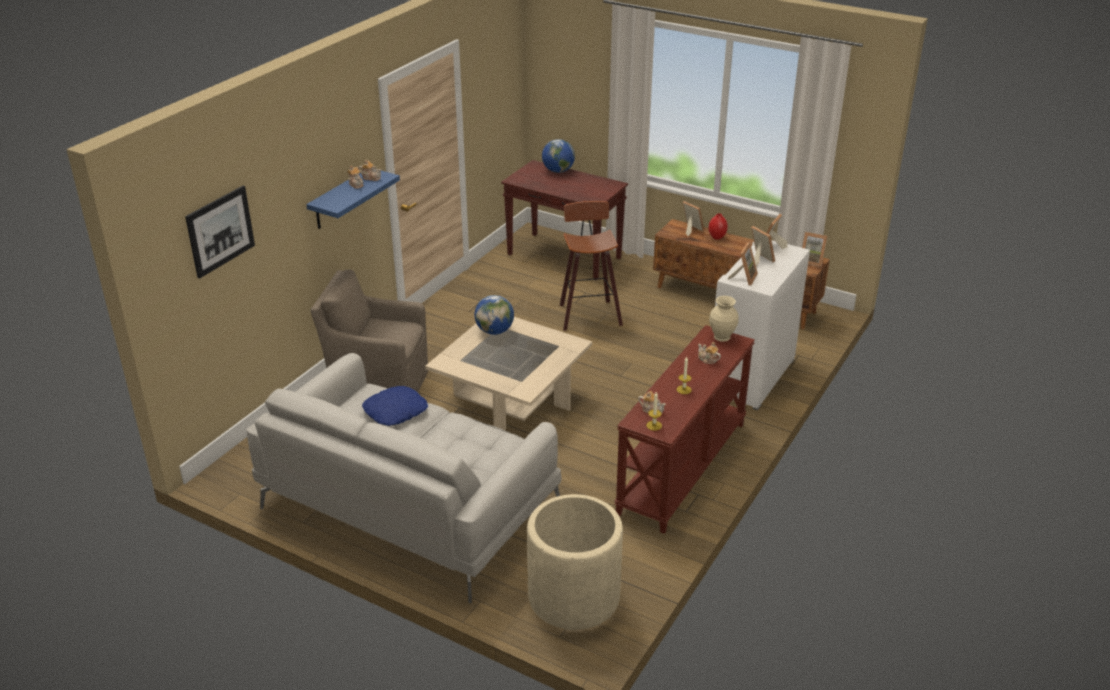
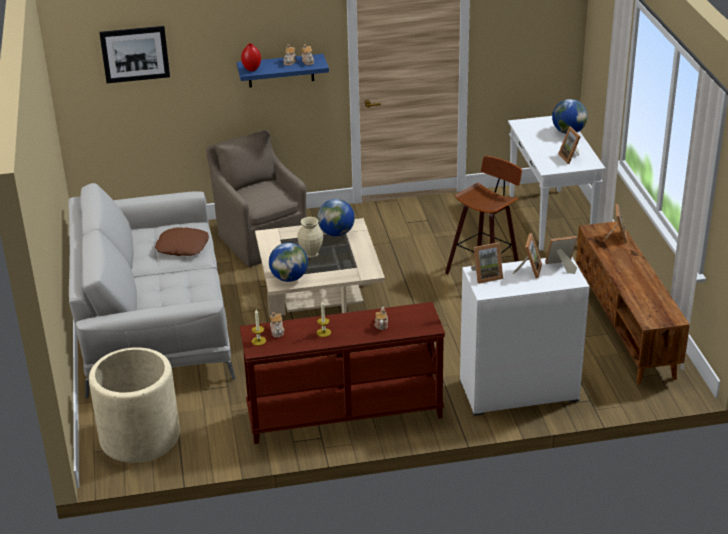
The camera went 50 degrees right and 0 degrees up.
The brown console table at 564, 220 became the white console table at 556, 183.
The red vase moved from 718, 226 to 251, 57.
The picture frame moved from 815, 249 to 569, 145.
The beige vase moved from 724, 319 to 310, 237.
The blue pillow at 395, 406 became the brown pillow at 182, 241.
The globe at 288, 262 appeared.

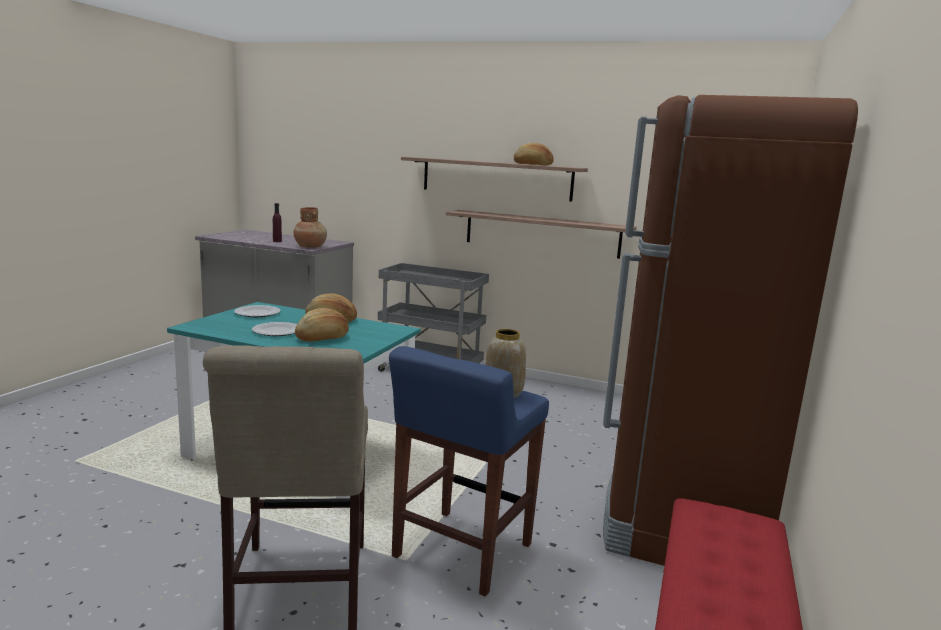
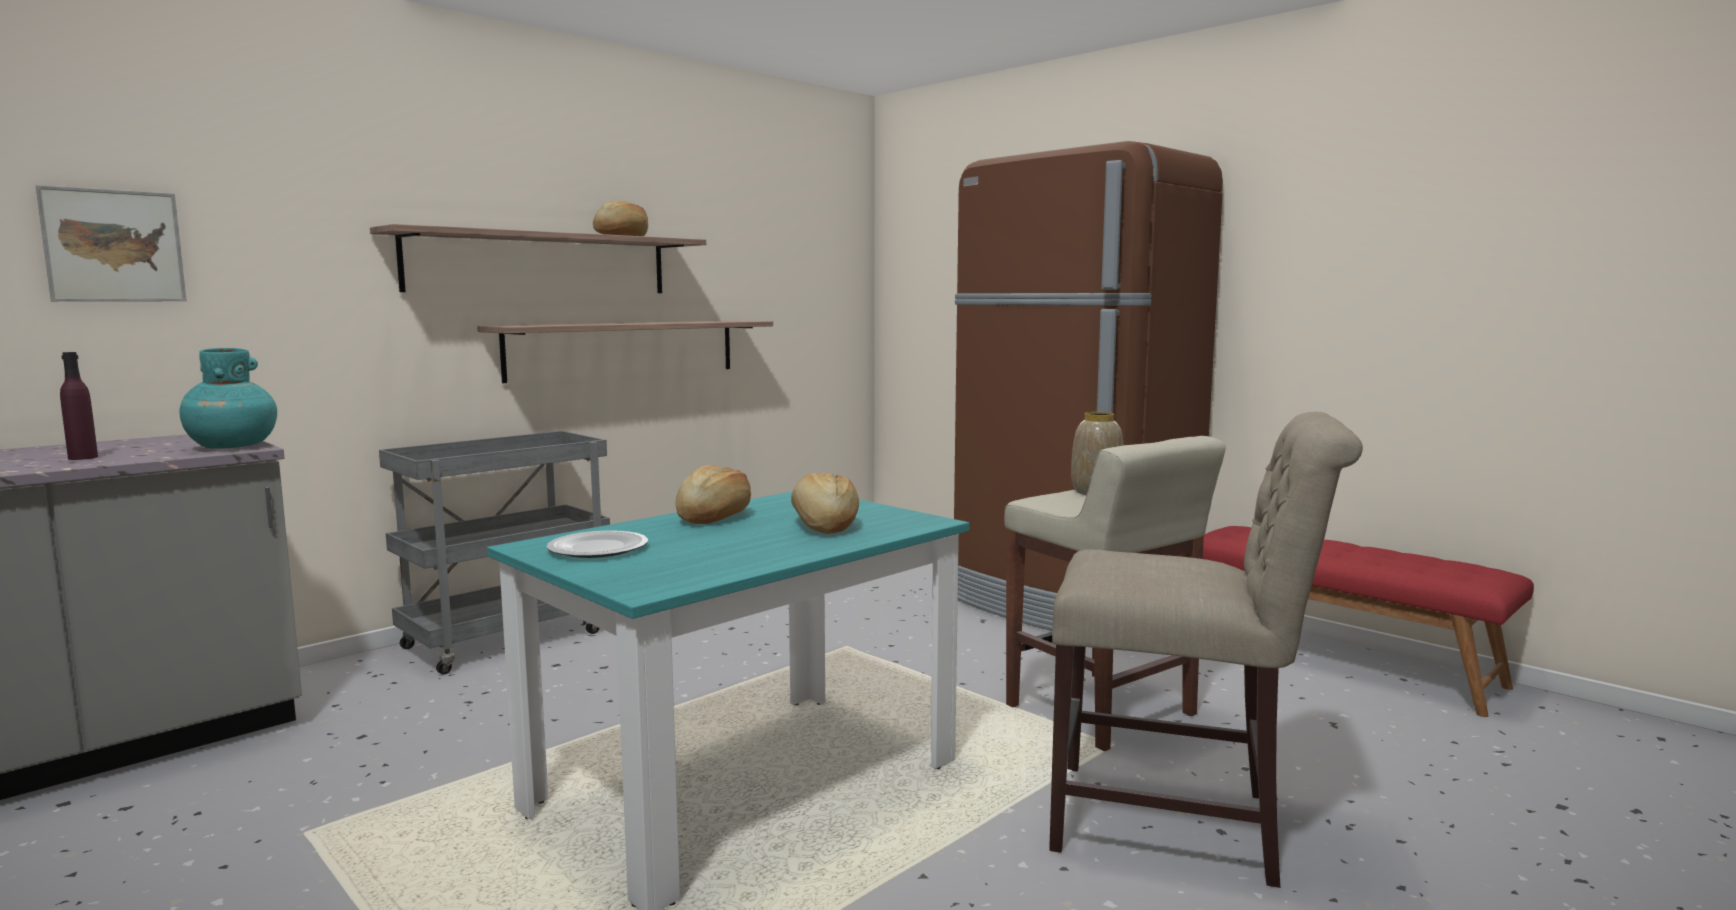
The camera went 65 degrees left and 5 degrees down.
The brown vase at 310, 227 became the turquoise vase at 228, 398.
The plate at 274, 329 disappeared.
The blue stool at 469, 471 became the beige stool at 1115, 593.
The picture at 111, 243 appeared.

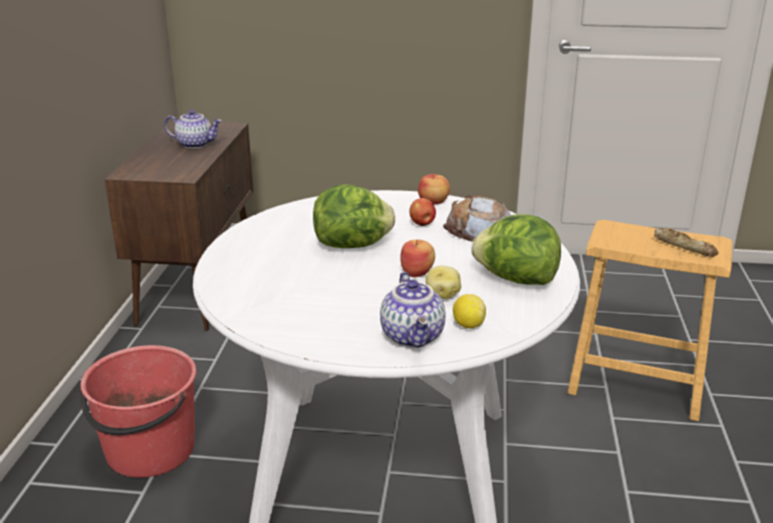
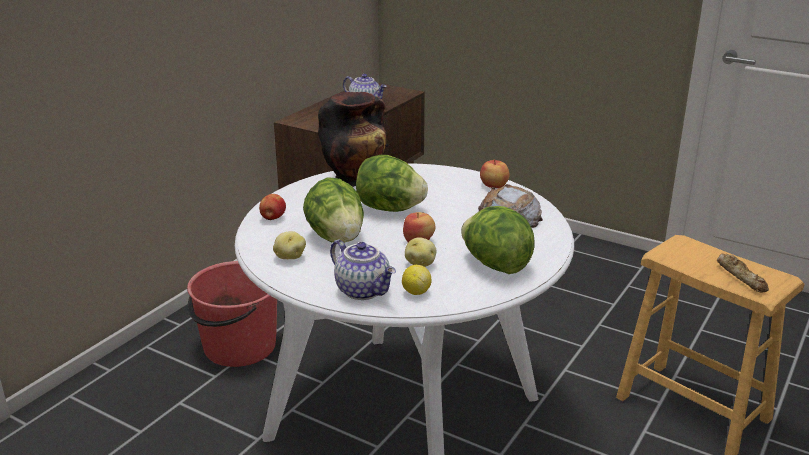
The camera went 25 degrees right and 0 degrees up.
The apple moved from 422, 212 to 272, 207.
The teapot at 412, 310 turned 60 degrees counterclockwise.
The vase at 352, 139 appeared.
The lettuce at 333, 210 appeared.
The potato at 289, 245 appeared.

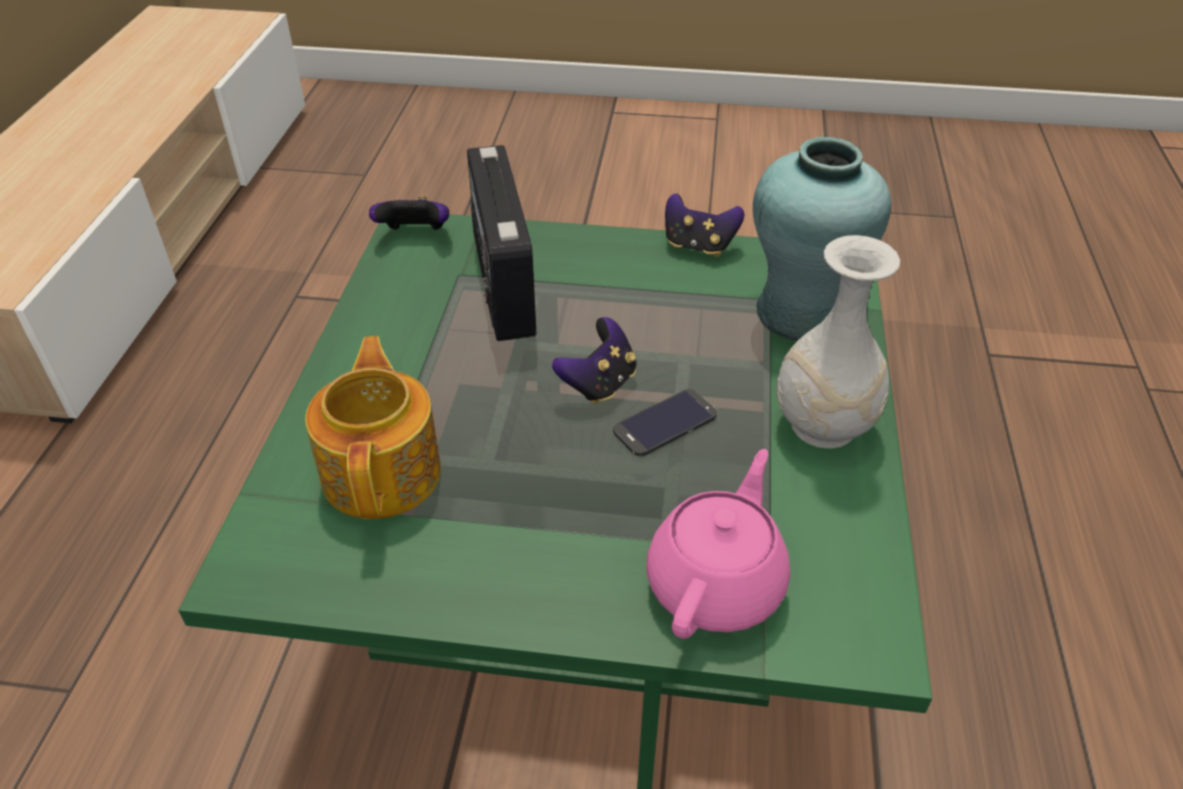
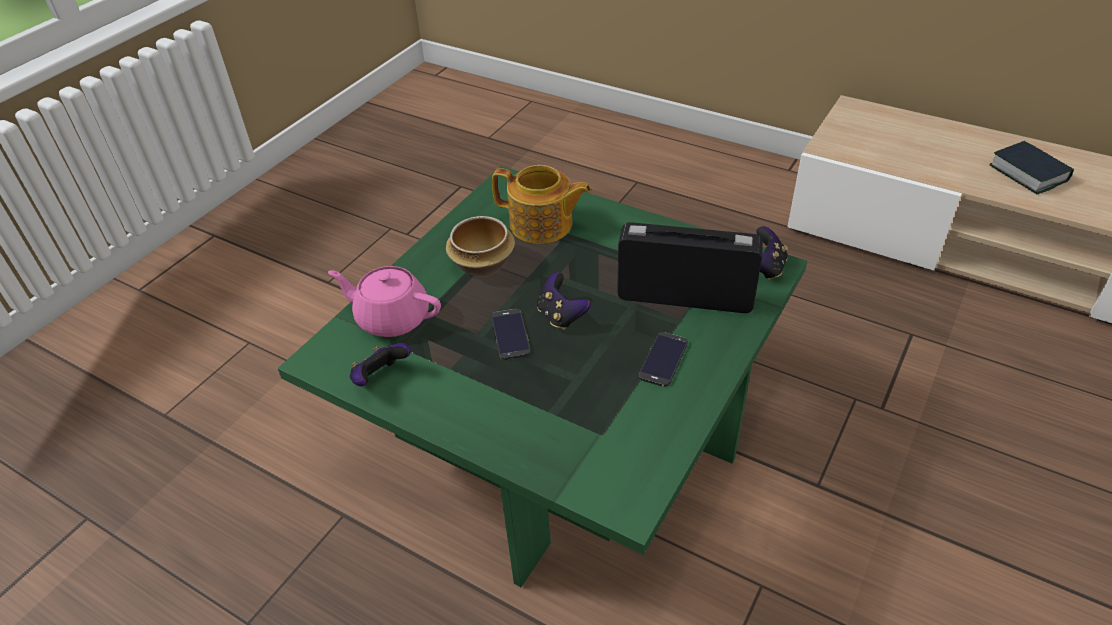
The camera went 115 degrees right and 0 degrees up.
The turquoise vase at 822, 239 disappeared.
The game controller moved from 704, 225 to 380, 364.
The white vase at 838, 342 disappeared.
The pink teapot at 718, 544 turned 150 degrees clockwise.
The book at 1031, 167 appeared.
The bowl at 480, 246 appeared.
The phone at 663, 359 appeared.

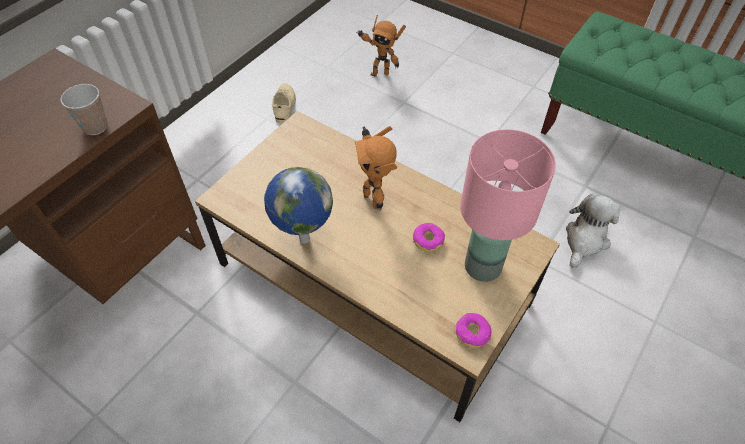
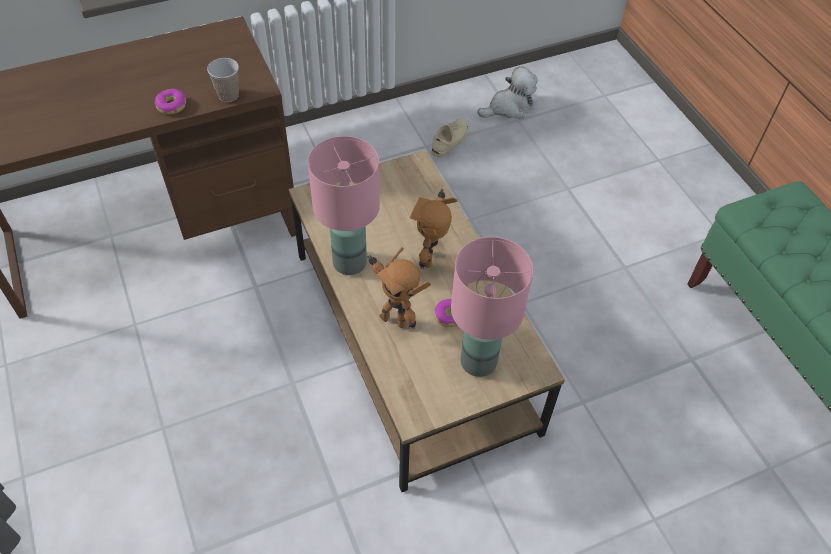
The camera went 30 degrees right and 0 degrees up.
The toy robot moved from 381, 46 to 399, 288.
The globe at 298, 205 was replaced by the pink table lamp at 344, 205.
The plush toy moved from 593, 231 to 507, 92.
The donut moved from 473, 330 to 170, 101.

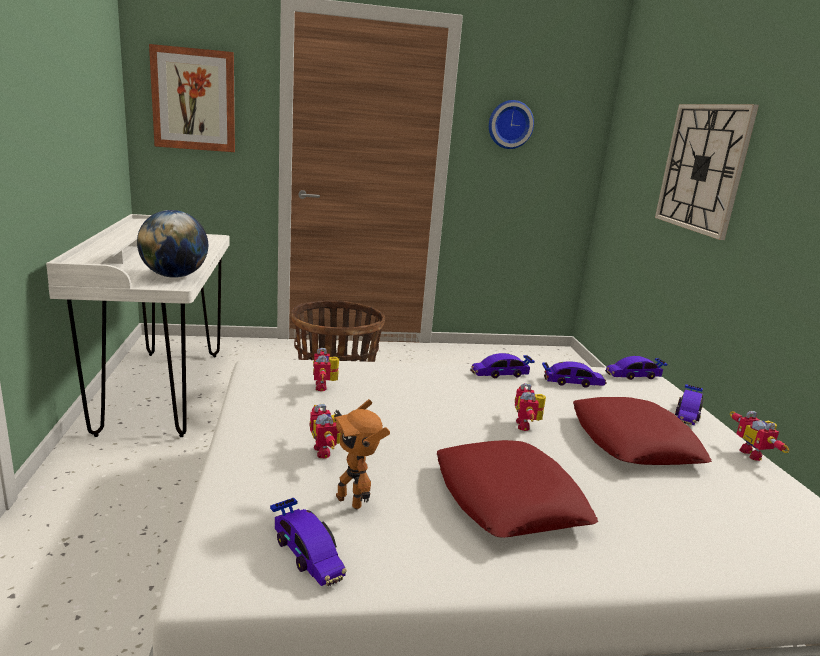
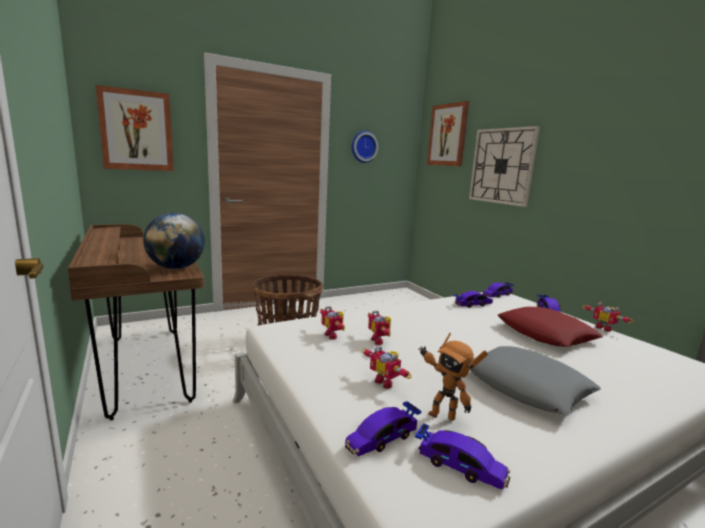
The camera went 20 degrees left and 5 degrees down.
The white desk at 138, 325 became the brown desk at 136, 322.
The toy car moved from 502, 365 to 383, 428.
The toy robot moved from 530, 407 to 379, 327.
The red pillow at 517, 489 became the grey pillow at 535, 380.
The picture at 448, 133 appeared.

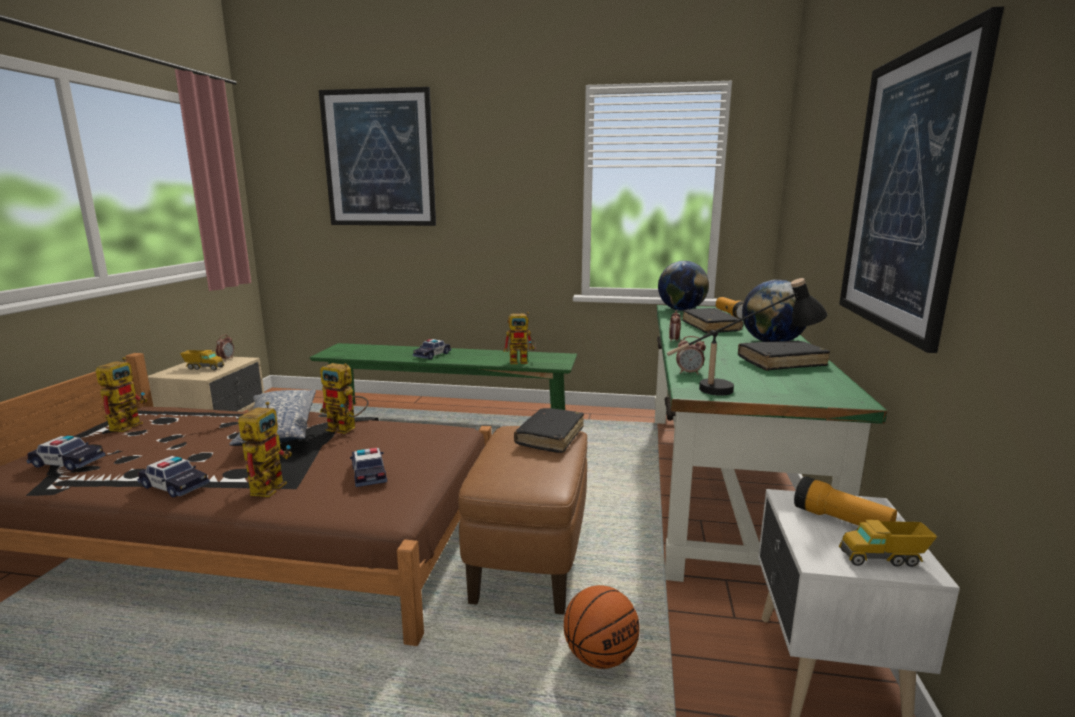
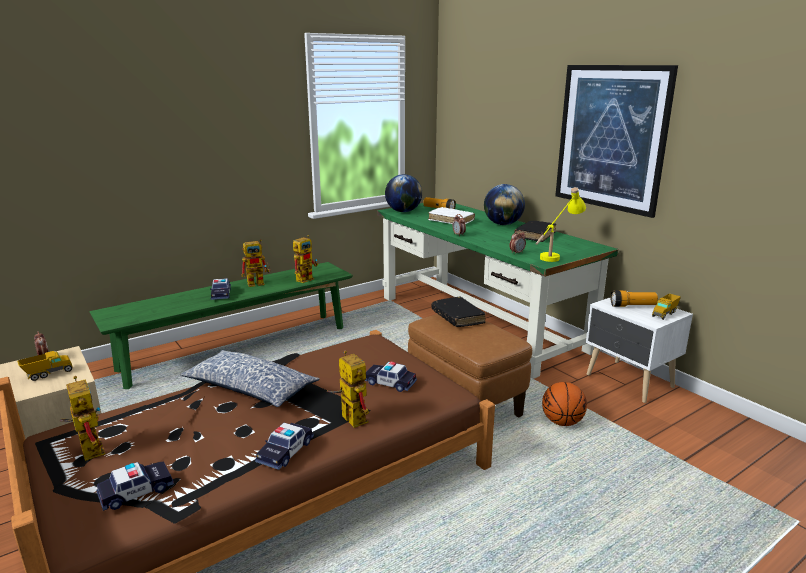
The camera went 45 degrees left and 5 degrees up.
The picture at 377, 156 disappeared.
The black table lamp at 747, 337 became the yellow table lamp at 560, 224.
The black book at 712, 320 became the white book at 451, 215.
The toy robot moved from 344, 398 to 255, 263.
The toy car at 173, 477 turned 135 degrees clockwise.

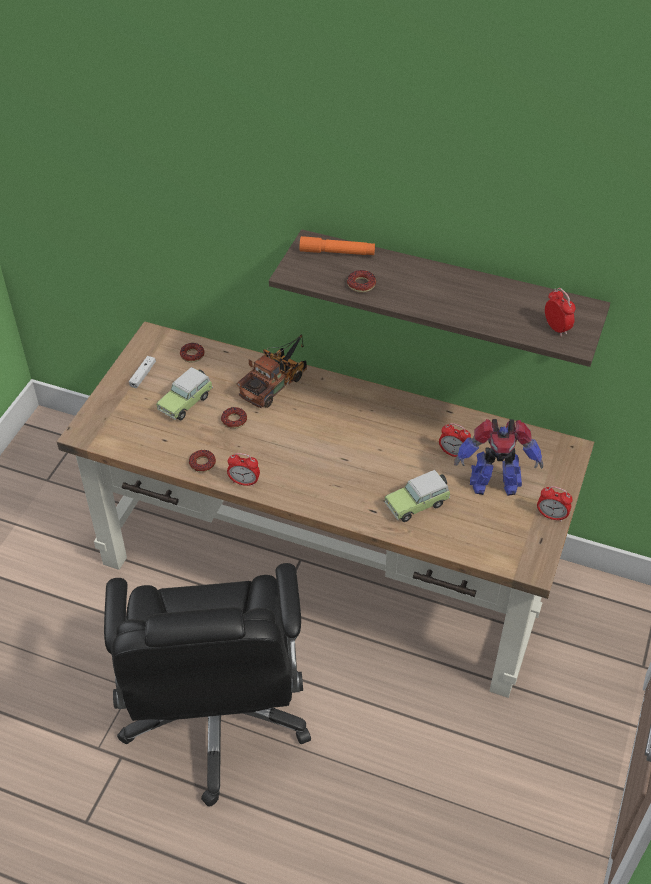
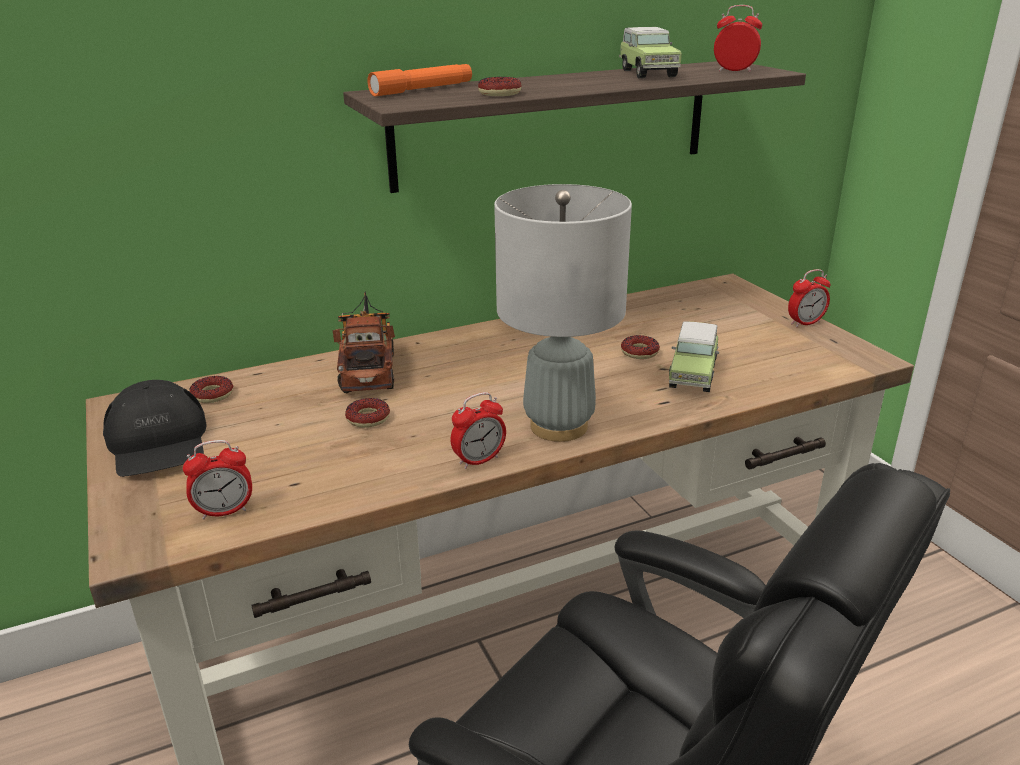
The camera went 45 degrees left and 20 degrees down.
The white game controller at 142, 372 was replaced by the black cap at 155, 428.
The toy car moved from 184, 393 to 650, 52.
The toy robot at 498, 457 disappeared.
The alarm clock moved from 455, 440 to 217, 480.
The donut moved from 202, 461 to 640, 347.
The grey table lamp at 563, 313 appeared.

